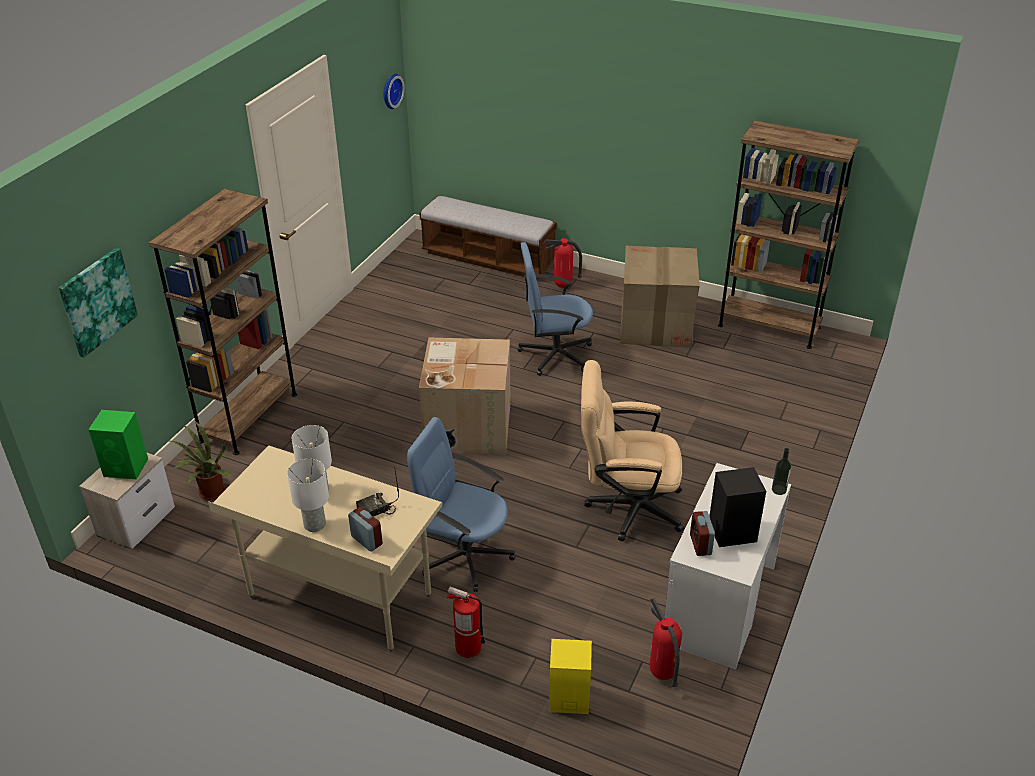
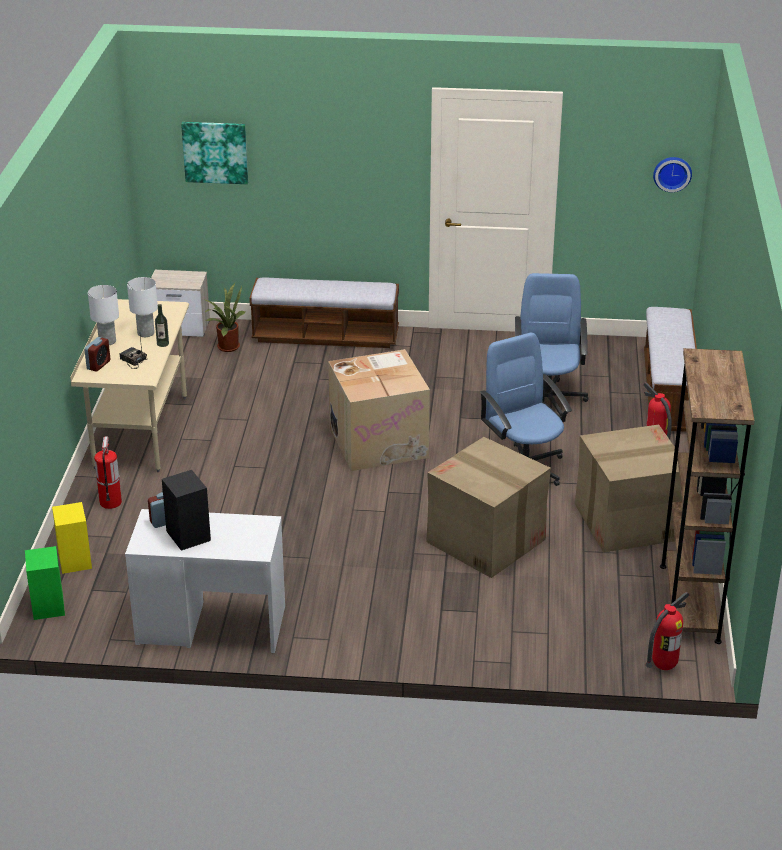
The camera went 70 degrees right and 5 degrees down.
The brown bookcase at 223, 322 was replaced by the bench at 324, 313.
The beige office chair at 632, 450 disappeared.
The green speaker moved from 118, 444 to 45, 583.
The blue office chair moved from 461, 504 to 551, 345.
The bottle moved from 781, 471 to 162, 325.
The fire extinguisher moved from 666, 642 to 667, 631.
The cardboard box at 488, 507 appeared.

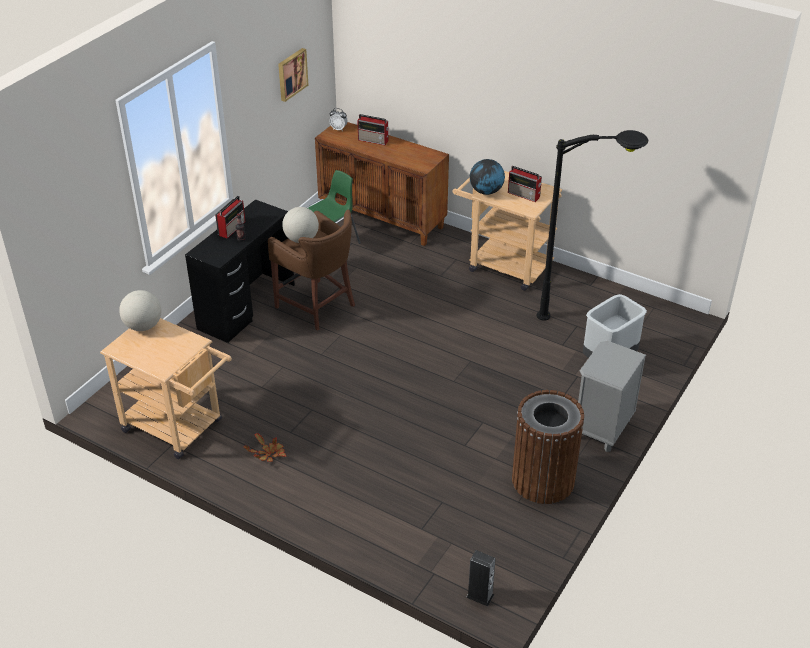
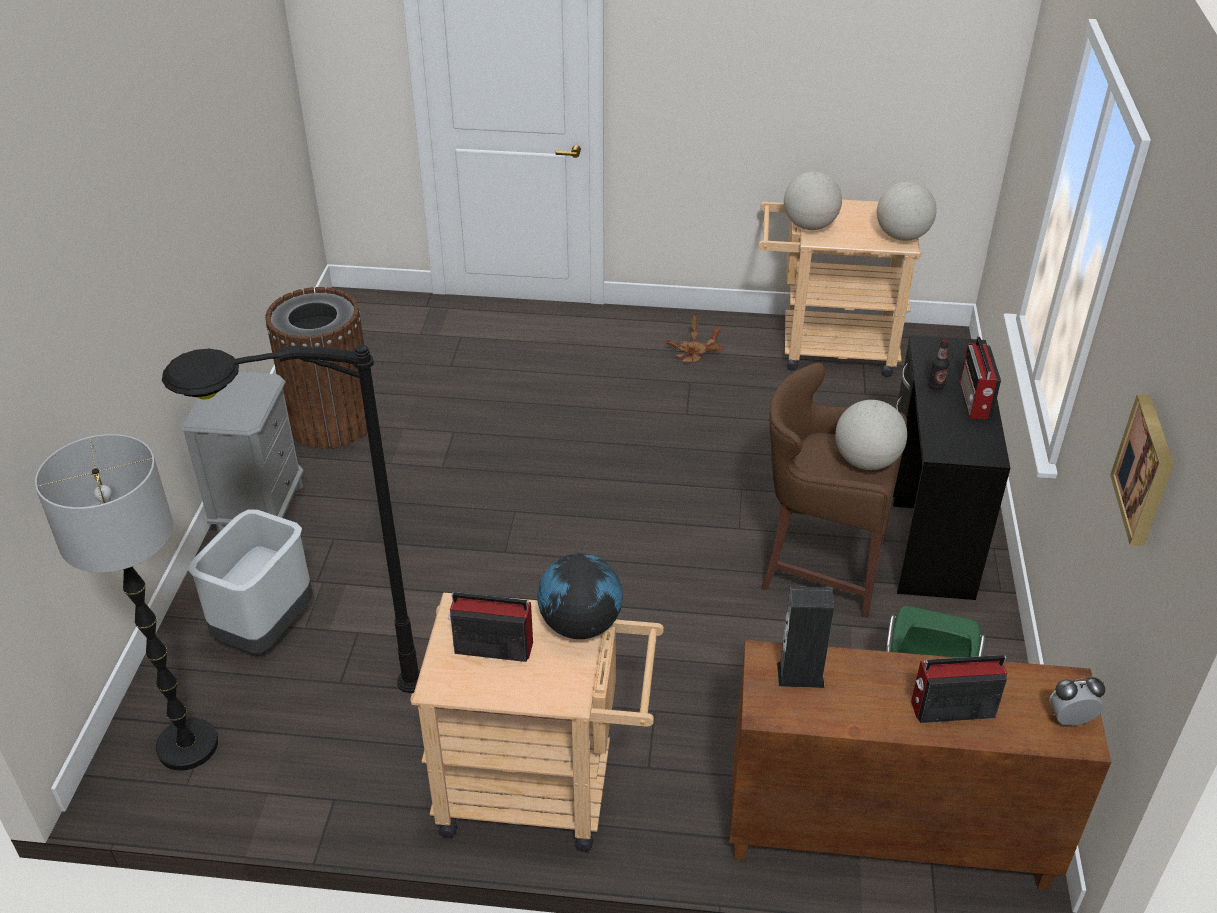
The camera went 155 degrees right and 0 degrees up.
The speaker moved from 481, 578 to 805, 637.
The globe at 813, 200 appeared.
The floor lamp at 126, 602 appeared.

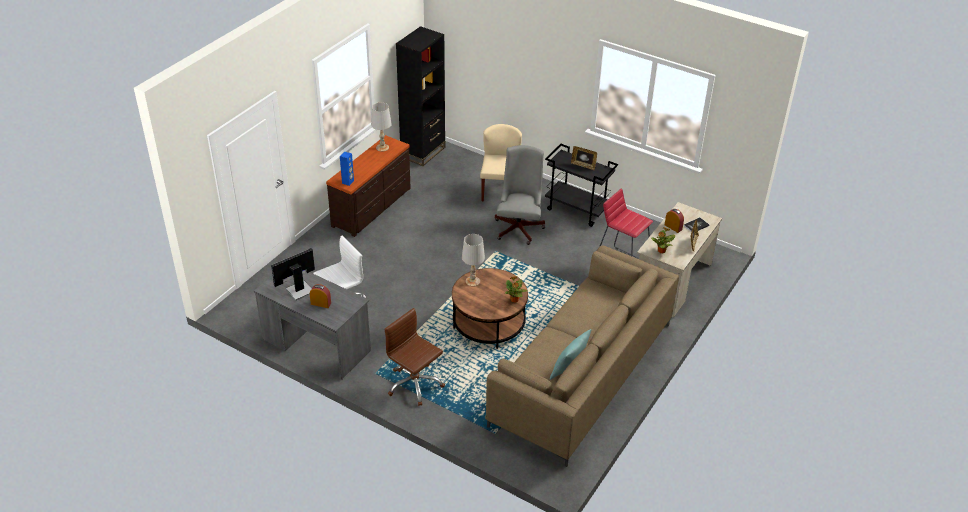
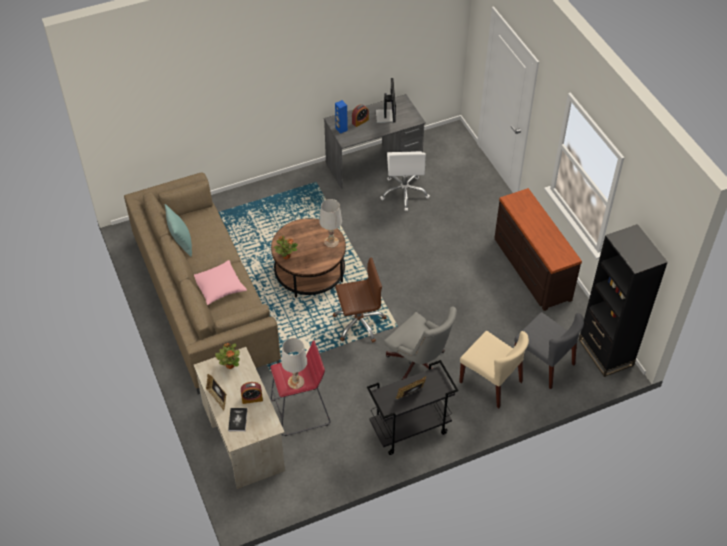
The camera went 125 degrees right and 10 degrees up.
The white table lamp moved from 381, 127 to 294, 363.
The blue speaker moved from 347, 169 to 341, 117.
The brown office chair moved from 414, 357 to 360, 300.
The pink pillow at 220, 282 appeared.
The grey chair at 549, 350 appeared.

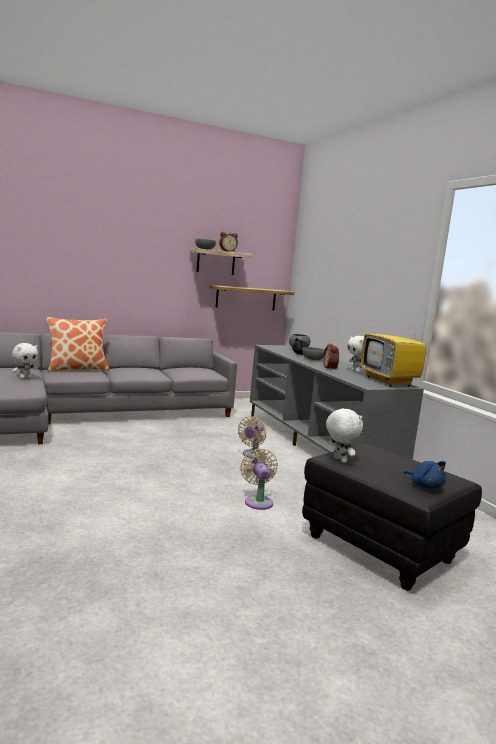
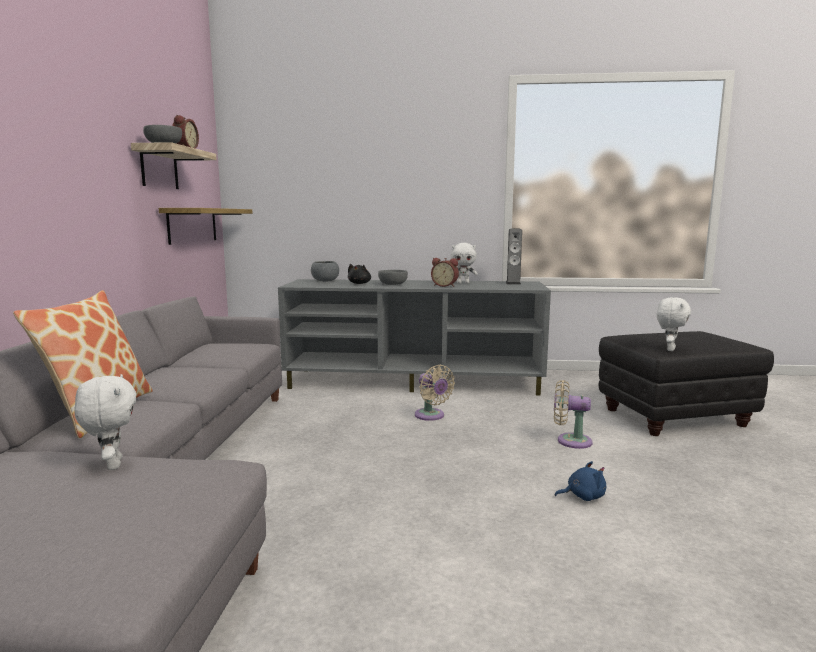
The camera went 60 degrees left and 0 degrees up.
The television at 394, 348 was replaced by the speaker at 514, 256.
The white plush toy at 344, 435 turned 120 degrees clockwise.
The blue plush toy moved from 424, 475 to 580, 481.

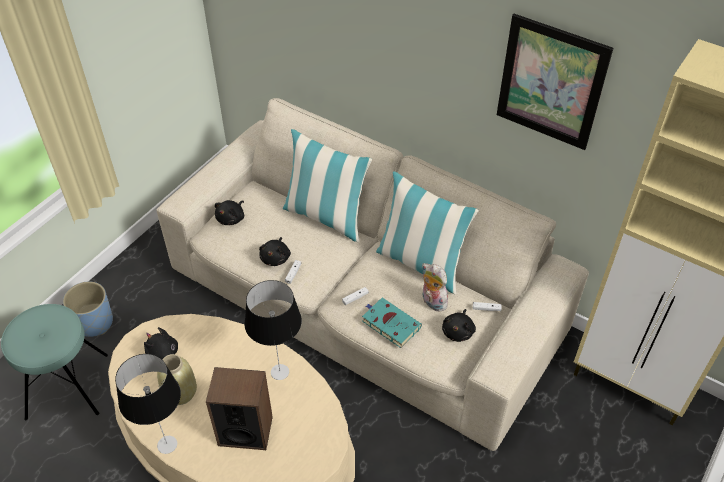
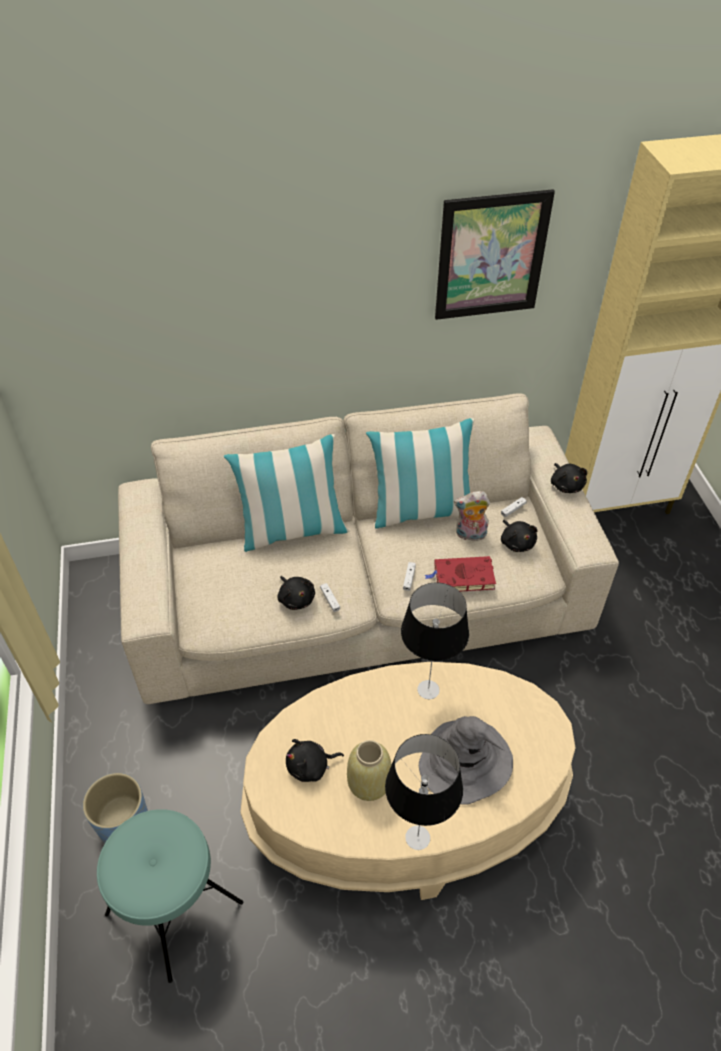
The camera went 45 degrees left and 0 degrees up.
The black plush toy moved from 229, 212 to 569, 478.
The turquoise book at 392, 323 became the red book at 460, 574.
The speaker at 239, 408 was replaced by the grey hat at 466, 760.

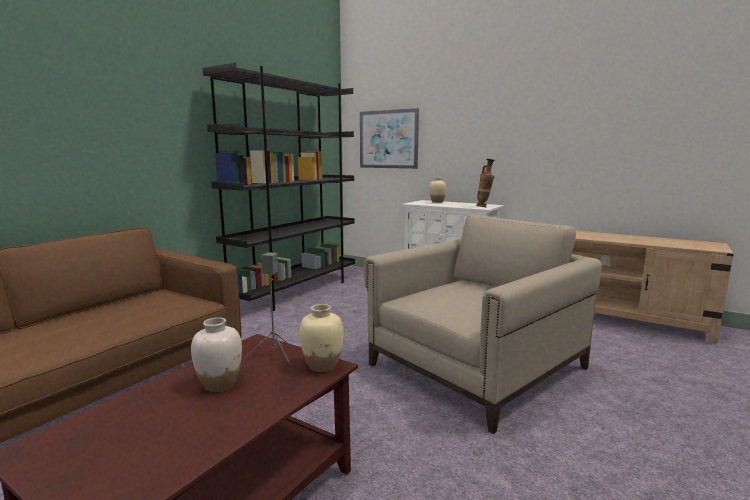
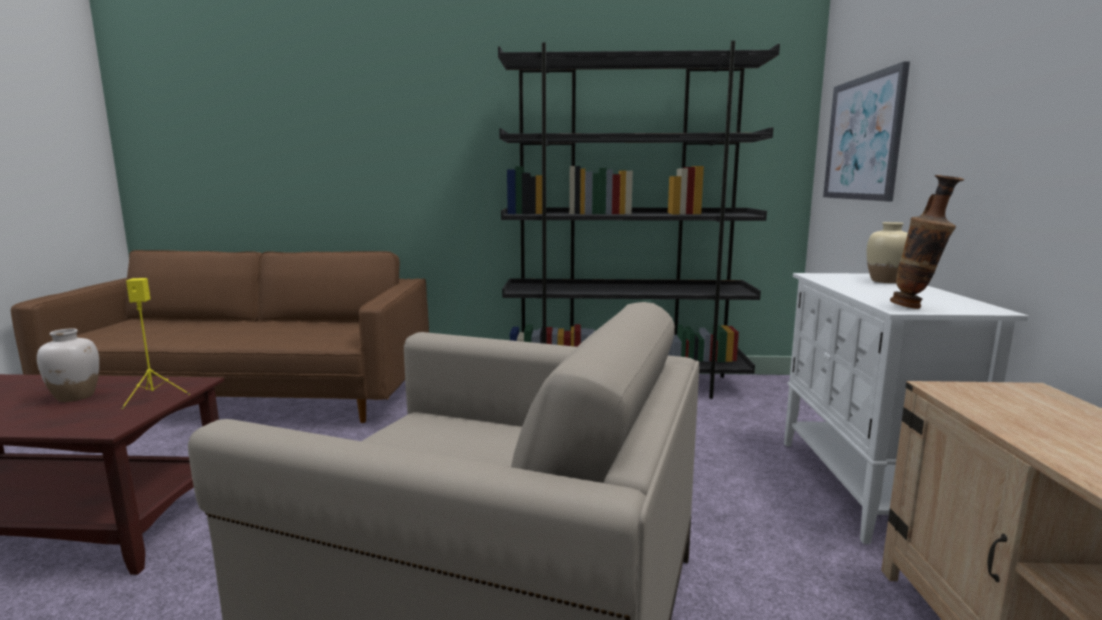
The camera went 60 degrees right and 0 degrees up.
The grey speaker at 267, 308 became the yellow speaker at 155, 343.
The beige vase at 321, 338 disappeared.

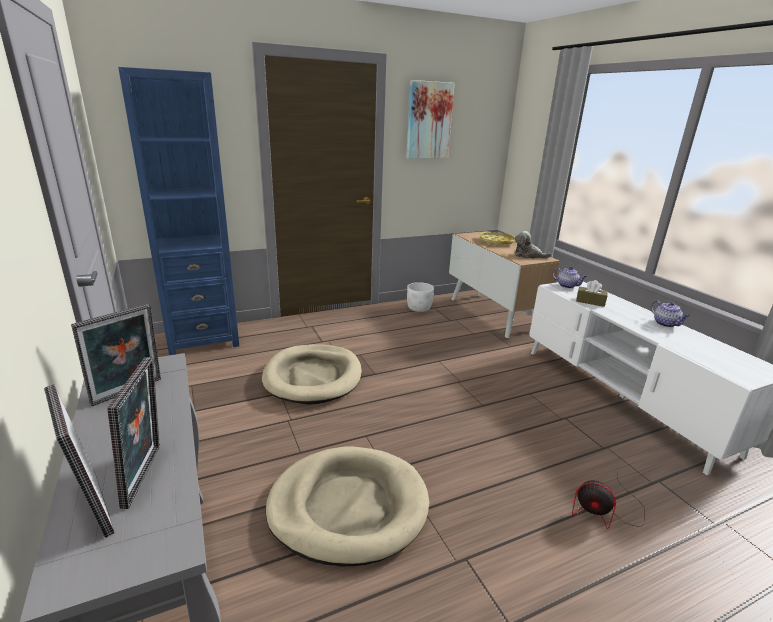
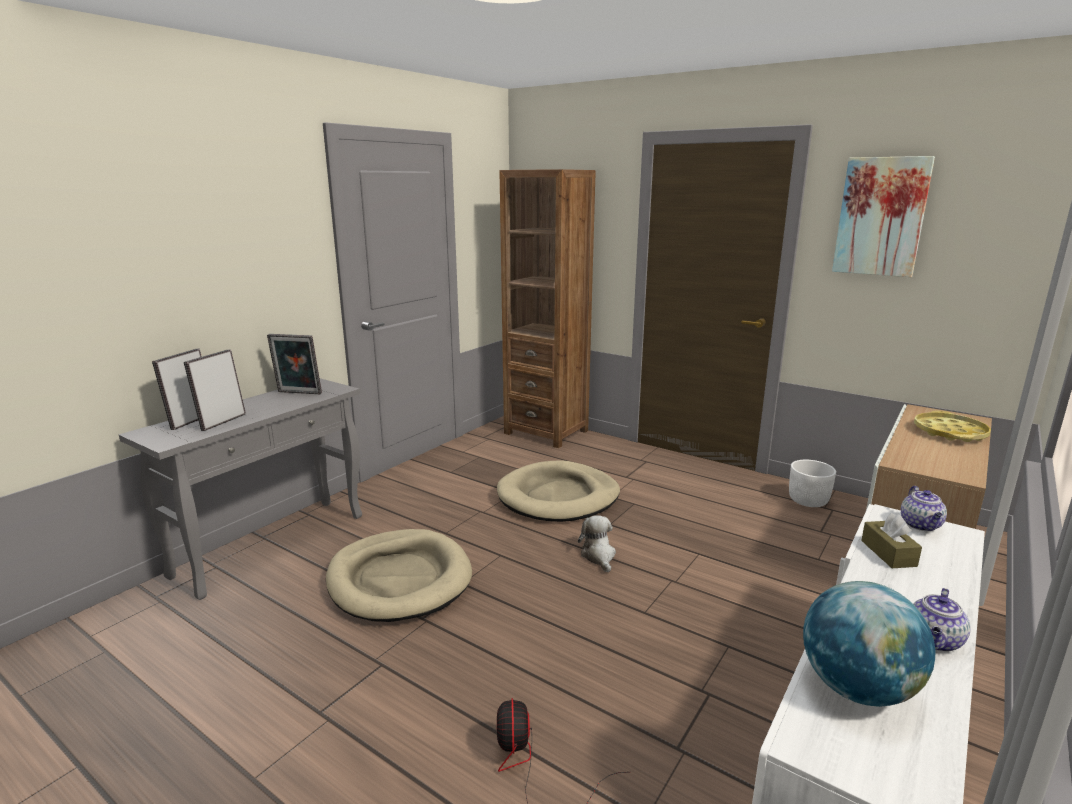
The camera went 60 degrees right and 5 degrees down.
The blue bookcase at 178, 211 became the brown bookcase at 547, 308.
The plush toy moved from 533, 244 to 597, 544.
The picture frame at 133, 433 turned 150 degrees clockwise.
The globe at 869, 644 appeared.

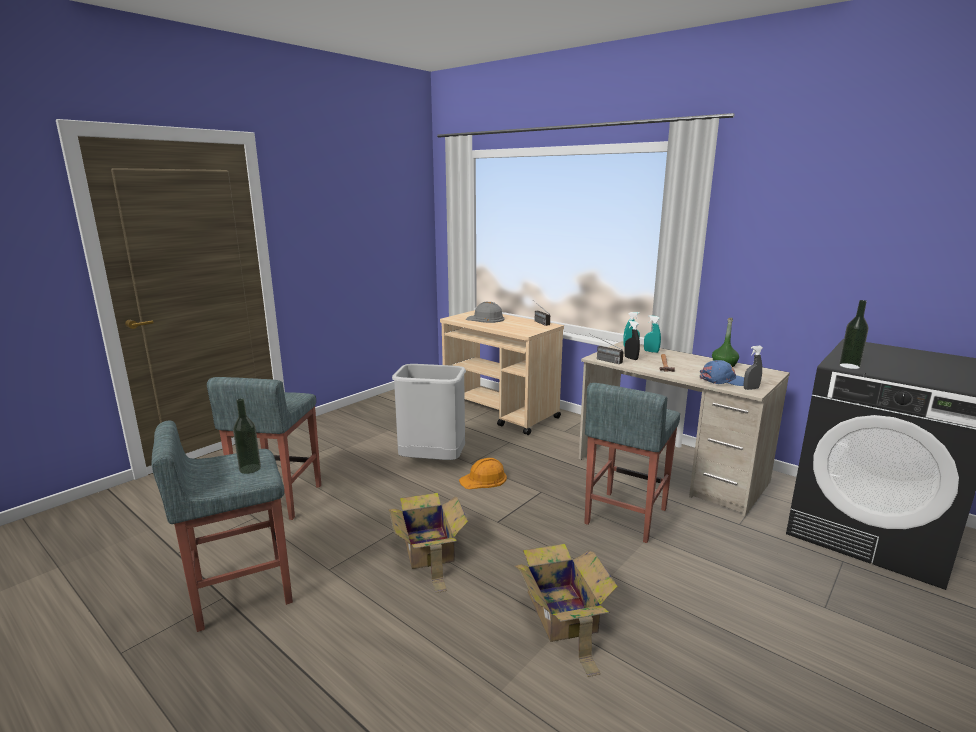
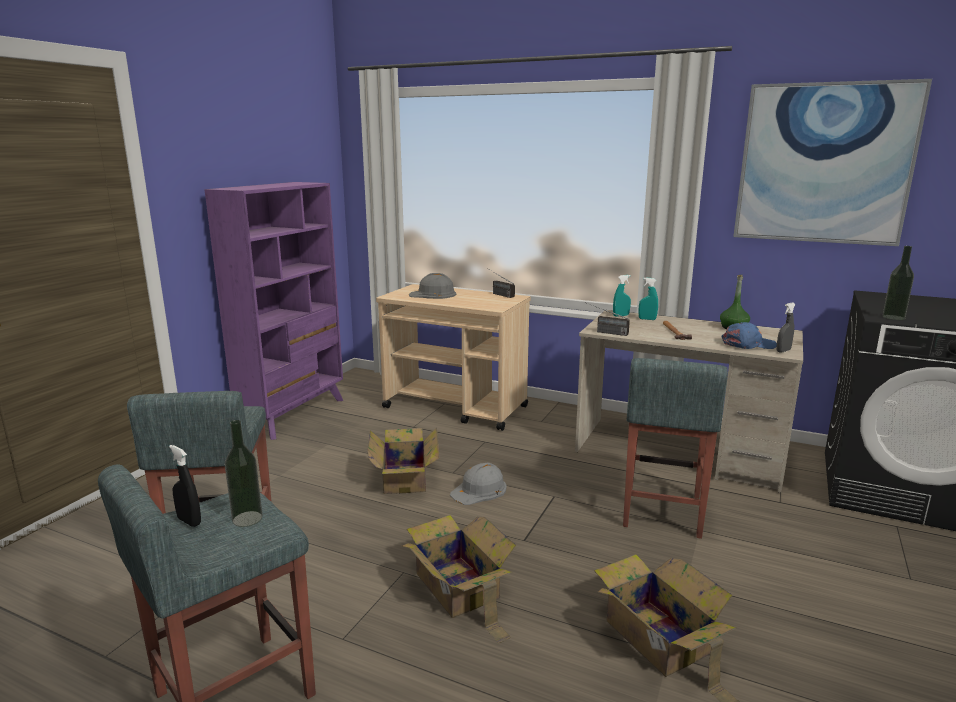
The camera went 15 degrees left and 0 degrees up.
The black spray bottle moved from 632, 340 to 185, 486.
The grey trash can at 429, 412 was replaced by the cardboard box at 403, 461.
The orange hard hat at 483, 473 became the grey hard hat at 478, 483.
The picture at 832, 162 appeared.
The purple bookcase at 273, 311 appeared.

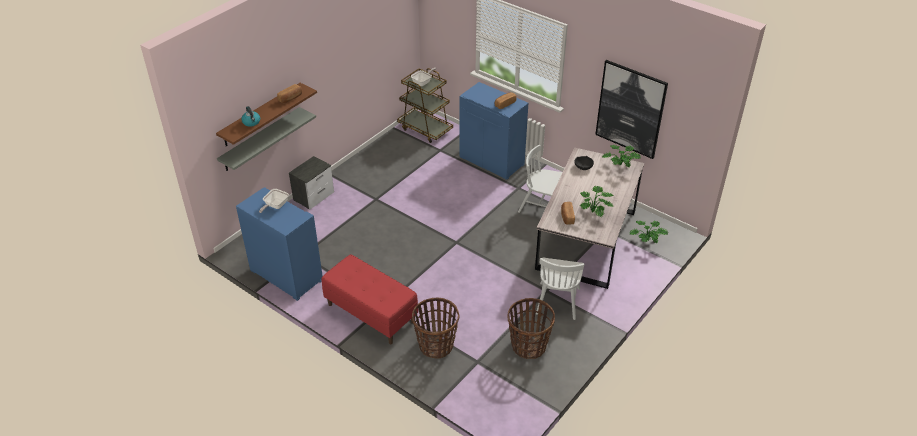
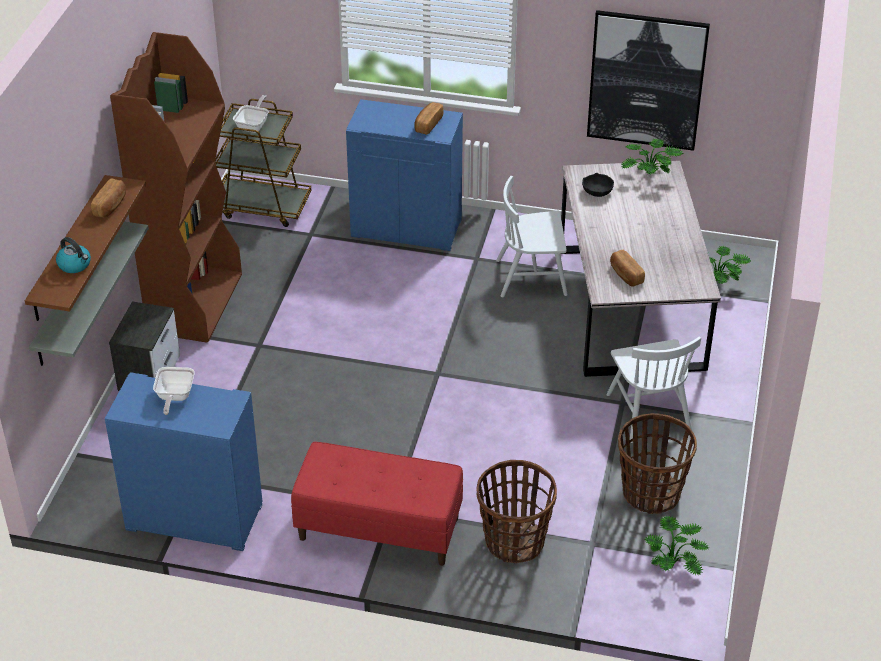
The camera went 25 degrees left and 0 degrees up.
The potted plant moved from 597, 201 to 677, 545.
The brown bookcase at 176, 187 appeared.

